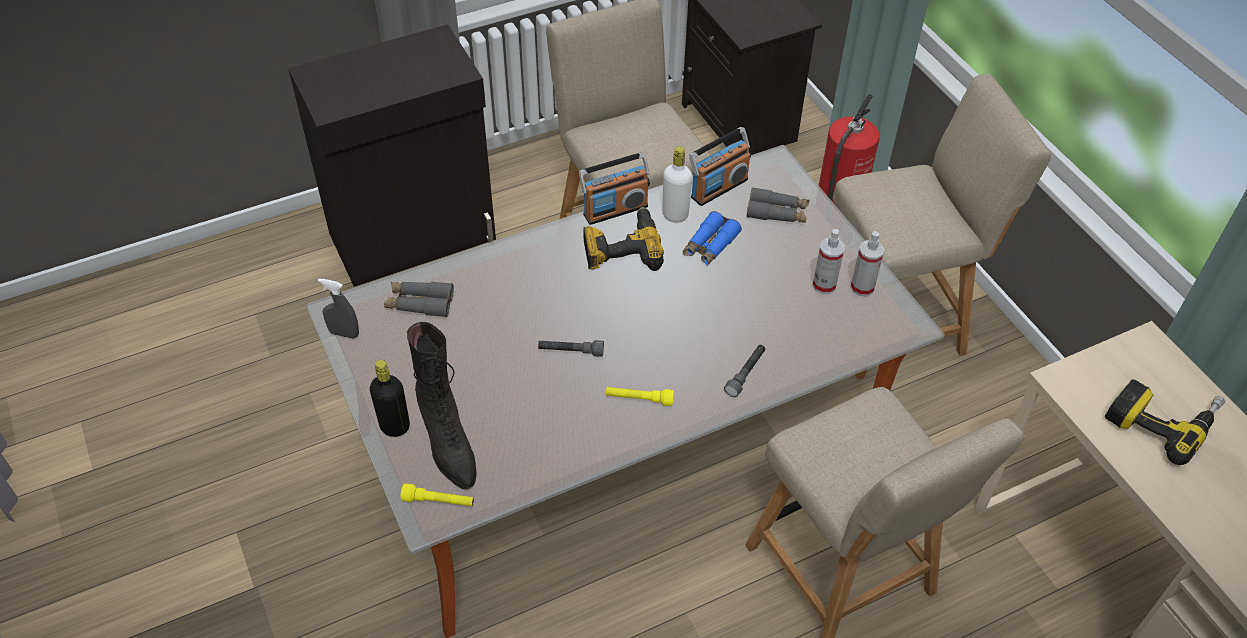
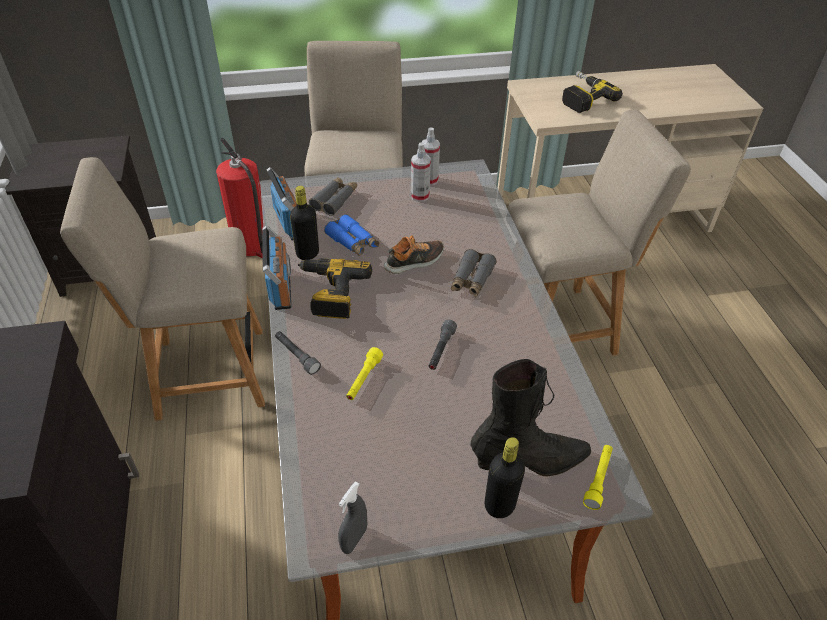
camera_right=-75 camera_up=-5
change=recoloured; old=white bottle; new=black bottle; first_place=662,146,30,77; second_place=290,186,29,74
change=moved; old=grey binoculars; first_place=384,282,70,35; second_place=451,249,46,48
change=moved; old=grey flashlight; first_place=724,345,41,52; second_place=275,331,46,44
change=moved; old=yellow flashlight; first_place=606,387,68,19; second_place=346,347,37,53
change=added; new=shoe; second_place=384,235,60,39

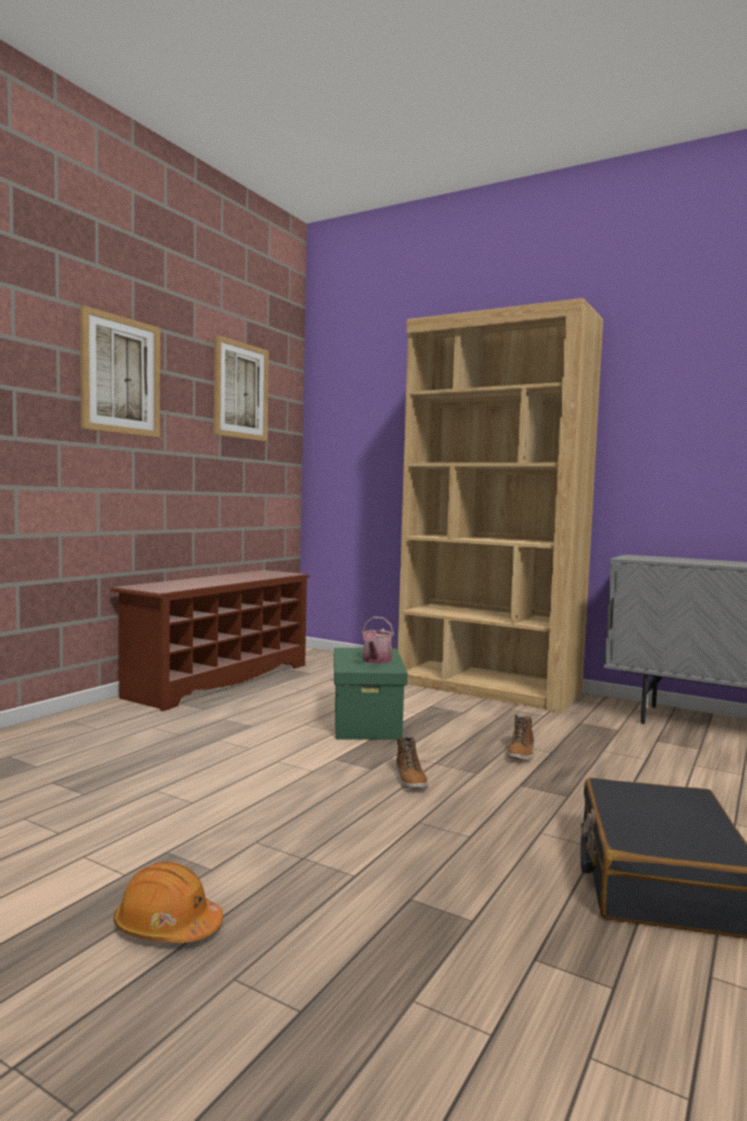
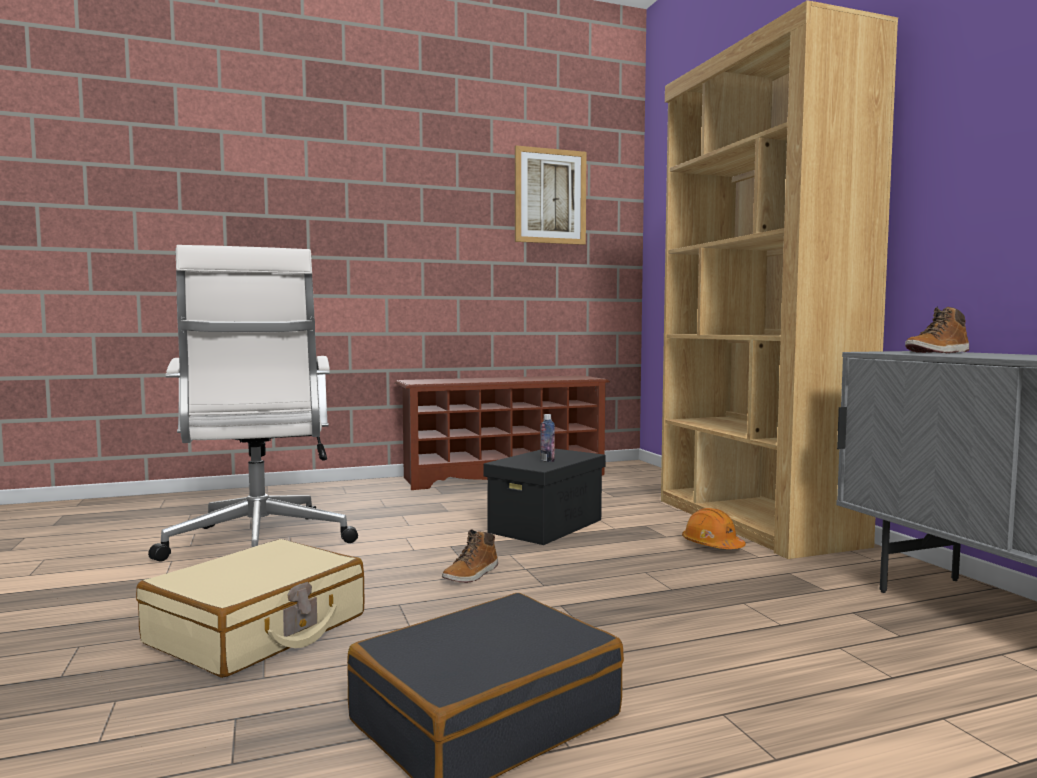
camera_right=40 camera_up=0
change=removed; old=picture; first_place=80,305,80,133
change=replaced; old=watering can; new=bottle; first_place=362,617,32,46; second_place=540,414,15,48
change=recoloured; old=green storage box; new=black storage box; first_place=334,648,74,92; second_place=483,449,123,96
change=moved; old=boot; first_place=507,715,27,46; second_place=905,307,64,46
change=moved; old=orange hard hat; first_place=114,861,109,82; second_place=682,508,64,41
change=added; new=white office chair; second_place=148,245,210,317
change=added; new=beige suitcase; second_place=136,539,229,139

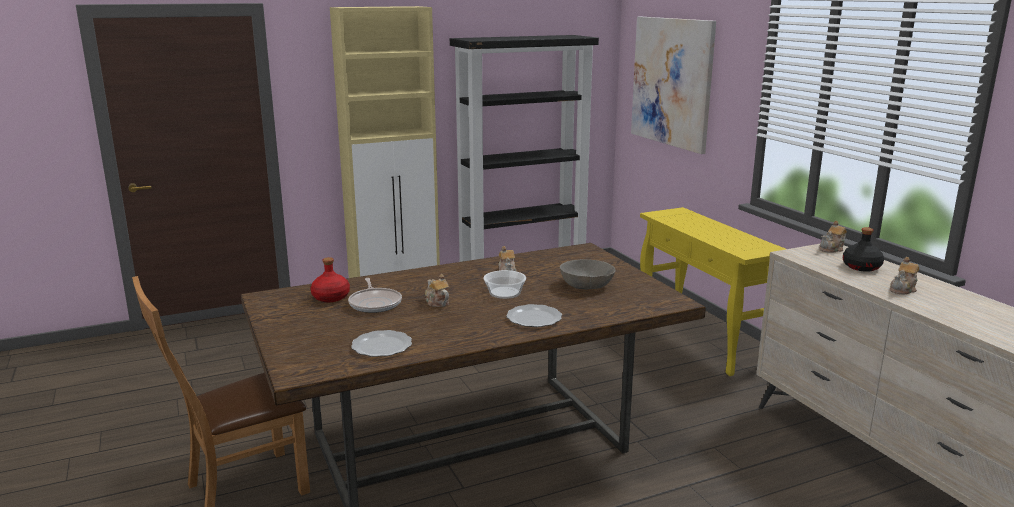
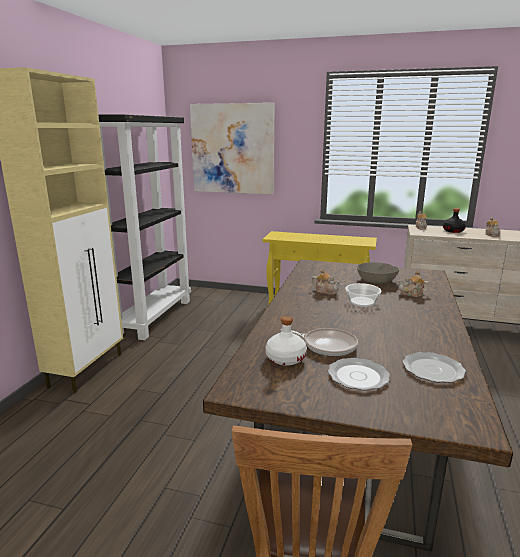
camera_right=-50 camera_up=0
change=recoloured; old=red bottle; new=white bottle; first_place=311,257,39,45; second_place=266,316,41,50
change=moved; old=teapot; first_place=425,274,24,33; second_place=398,271,31,26
change=moved; old=plate; first_place=506,304,56,23; second_place=328,358,62,32

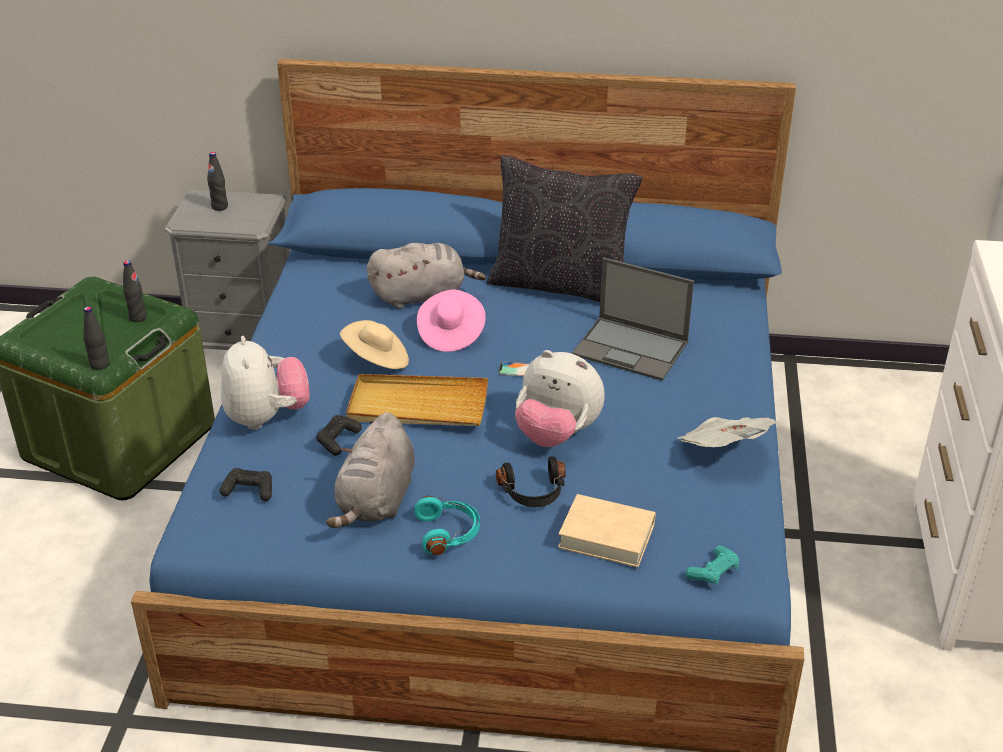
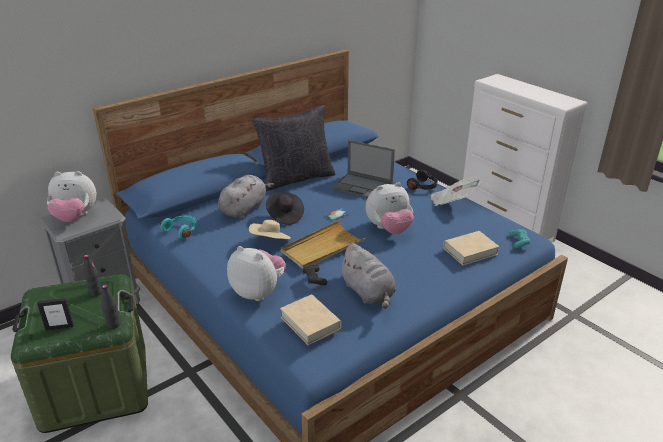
camera_right=-45 camera_up=-5
change=replaced; old=black bottle; new=plush toy; first_place=207,152,21,59; second_place=47,171,50,51
change=turned; old=laptop; first_place=572,257,122,124; second_place=332,140,63,58; degrees=45
change=recoloured; old=pink hat; new=black hat; first_place=417,290,69,62; second_place=266,192,38,33
change=moved; old=black headphones; first_place=496,456,70,51; second_place=407,170,31,20
change=replaced; old=black game controller; new=beige book; first_place=220,468,52,33; second_place=280,295,62,50
change=moved; old=turquoise headphones; first_place=414,496,66,60; second_place=161,215,36,24
change=added; new=picture frame; second_place=37,298,37,33

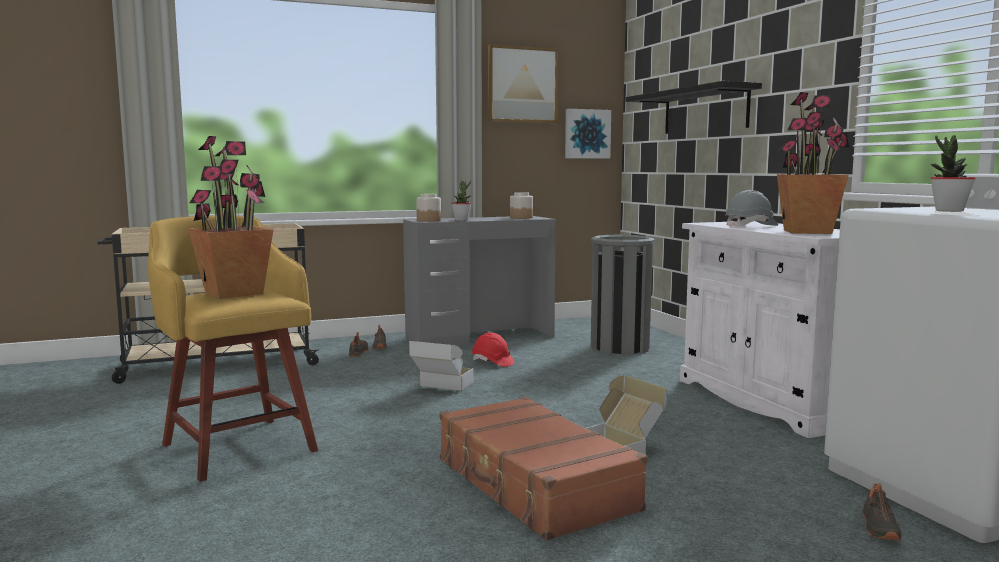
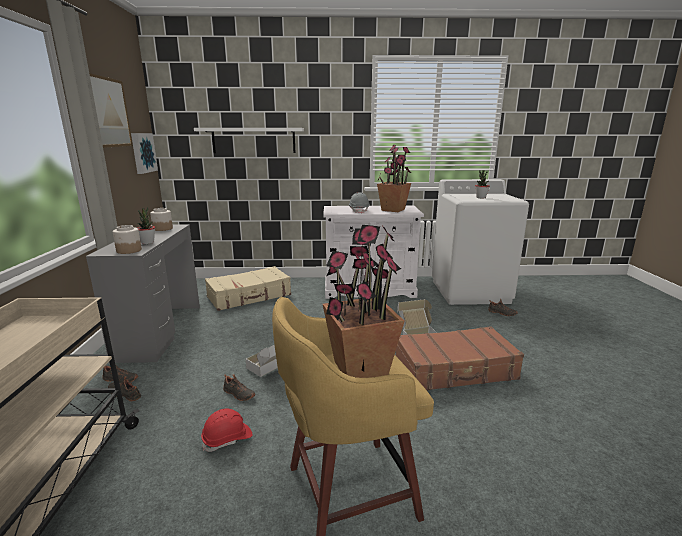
camera_right=-70 camera_up=10
change=recoloured; old=black shelf; new=white shelf; first_place=626,81,136,53; second_place=194,128,110,25
change=replaced; old=grey trash can; new=beige suitcase; first_place=591,235,64,120; second_place=205,266,86,45
change=moved; old=red hard hat; first_place=472,332,42,35; second_place=201,409,51,43
change=added; new=black shoe; second_place=223,374,32,27

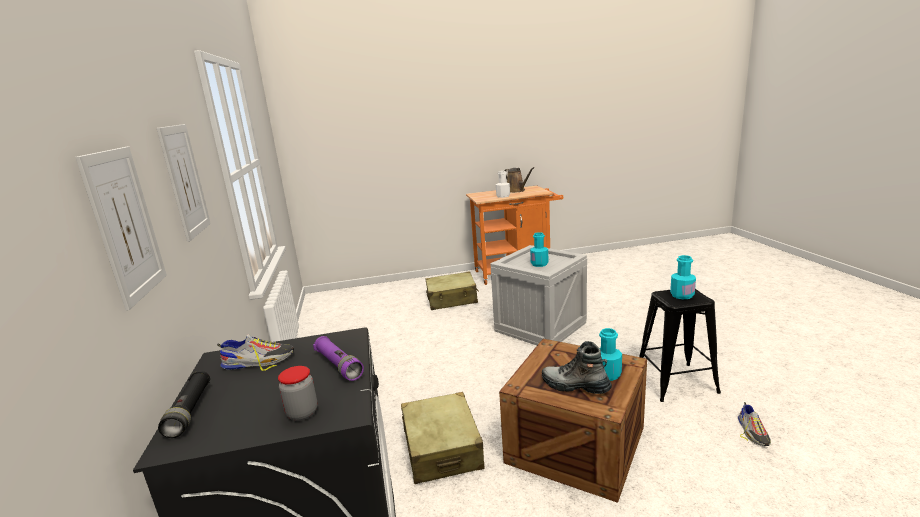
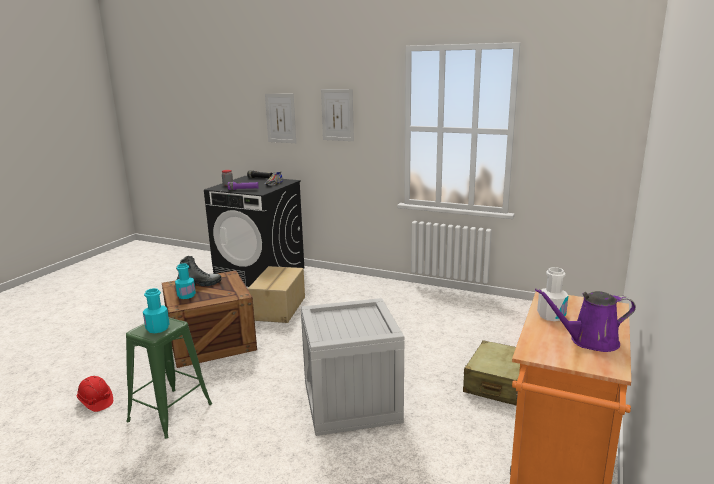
camera_right=125 camera_up=0
change=recoloured; old=brown watering can; new=purple watering can; first_place=504,167,30,26; second_place=535,289,101,63
change=removed; old=turquoise bottle; first_place=530,232,18,35
change=recoloured; old=black stool; new=green stool; first_place=639,289,82,113; second_place=126,317,86,122
change=replaced; old=beige suitcase; new=cardboard box; first_place=401,392,84,92; second_place=248,266,57,57
change=replaced; old=shoe; new=red hard hat; first_place=738,402,33,44; second_place=77,376,36,36

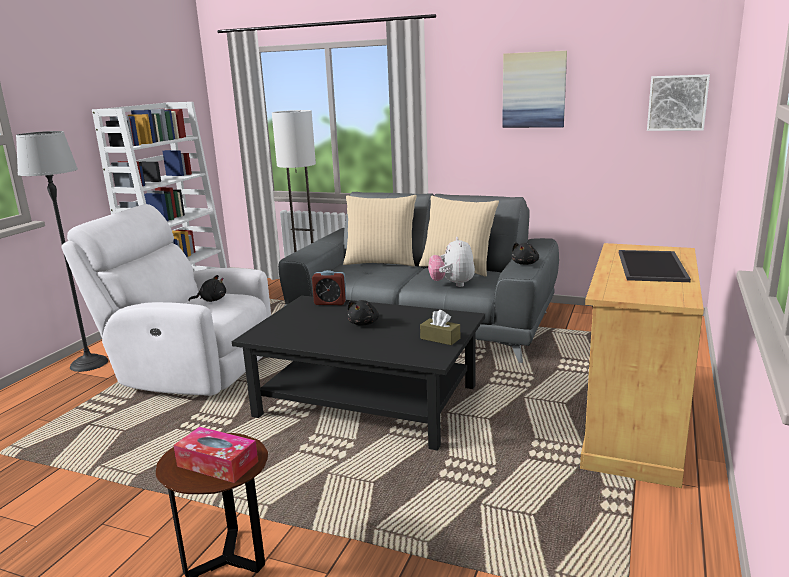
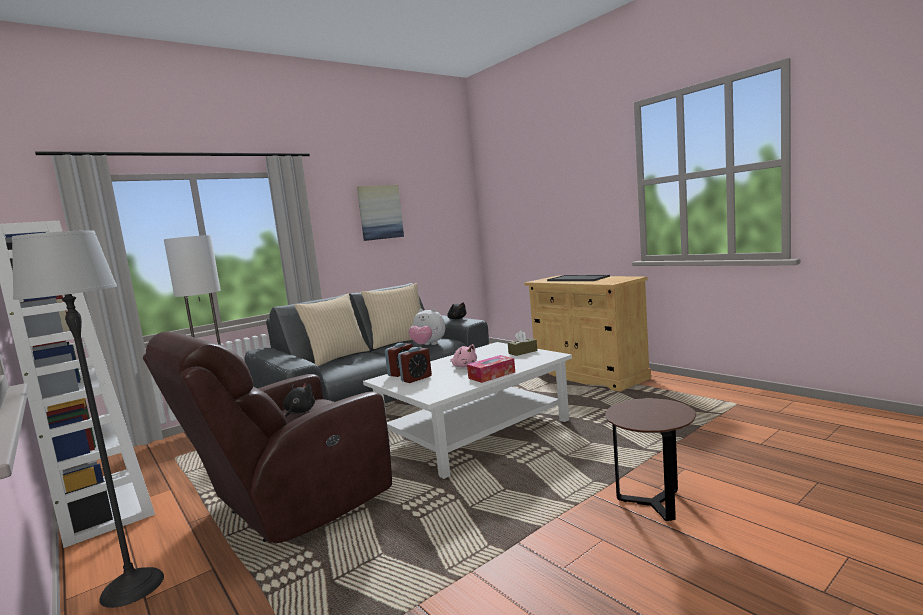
camera_right=-60 camera_up=-10
change=removed; old=picture; first_place=647,74,63,57
change=recoloured; old=white armchair; new=brown armchair; first_place=61,204,210,192; second_place=143,331,249,213
change=recoloured; old=black coffee table; new=white coffee table; first_place=232,295,253,156; second_place=363,342,209,137
change=recoloured; old=black plush toy; new=pink plush toy; first_place=347,300,32,26; second_place=450,344,27,23
change=moved; old=tissue box; first_place=174,427,84,56; second_place=467,355,48,28
change=added; new=alarm clock; second_place=398,347,34,36

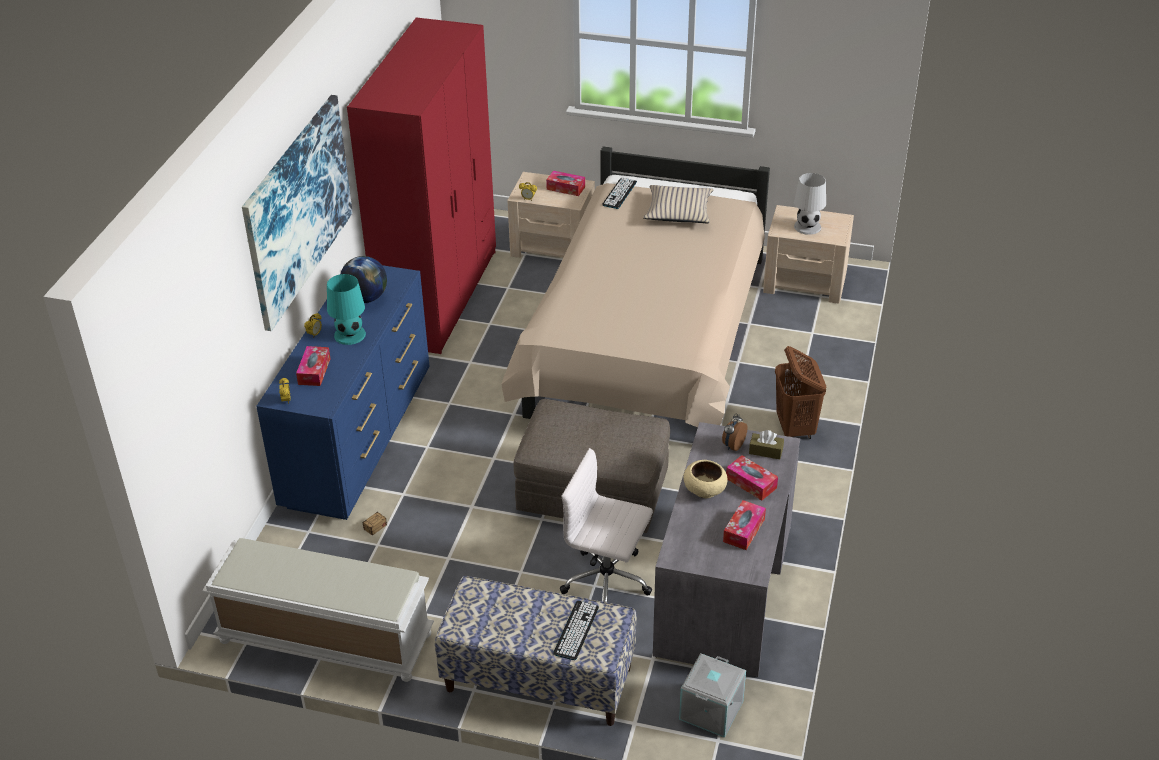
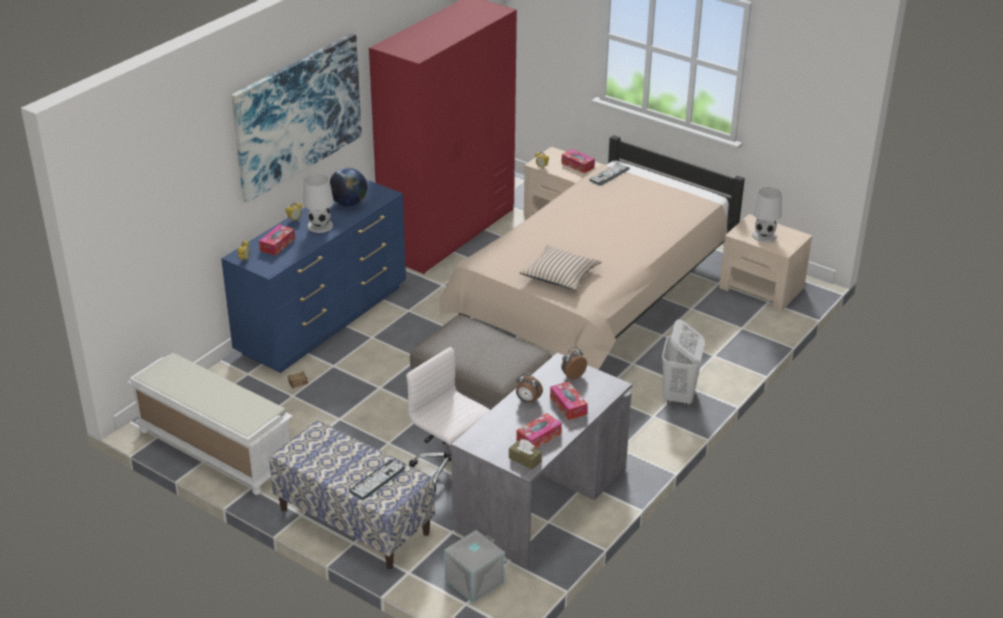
camera_right=20 camera_up=-5
change=moved; old=beige pillow; first_place=643,185,70,38; second_place=519,246,82,45
change=recoloured; old=turquoise table lamp; new=white table lamp; first_place=327,274,39,71; second_place=303,174,31,59
change=recoloured; old=brown laundry basket; new=white laundry basket; first_place=775,346,51,93; second_place=662,319,43,88
change=moved; old=brown tissue box; first_place=749,430,35,29; second_place=509,439,33,31
change=replaced; old=beige bowl; new=alarm clock; first_place=683,460,45,38; second_place=516,373,27,30

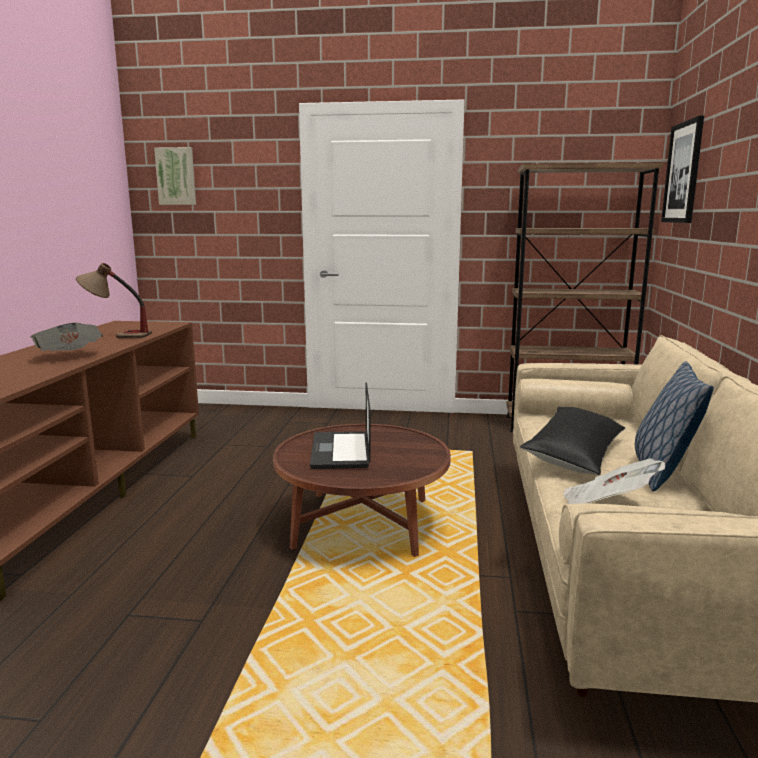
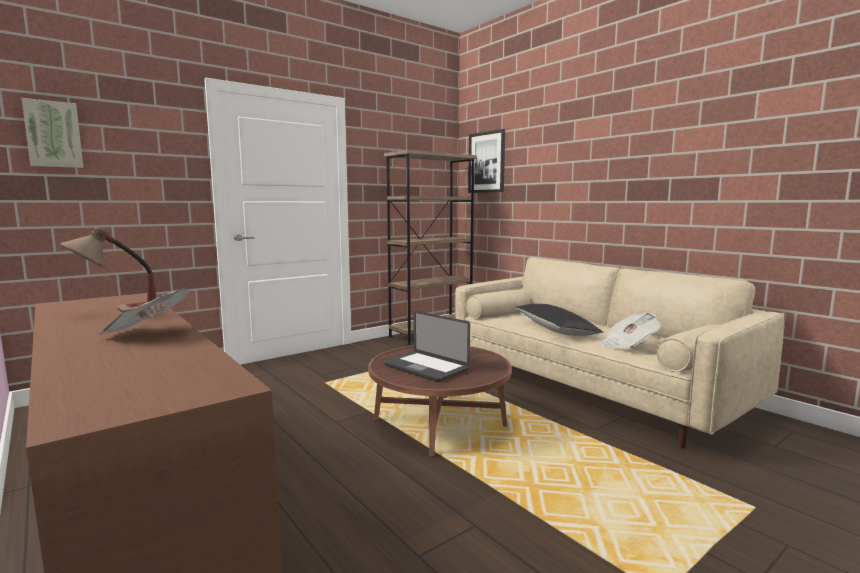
camera_right=-45 camera_up=-5
change=removed; old=pillow; first_place=635,361,79,131

